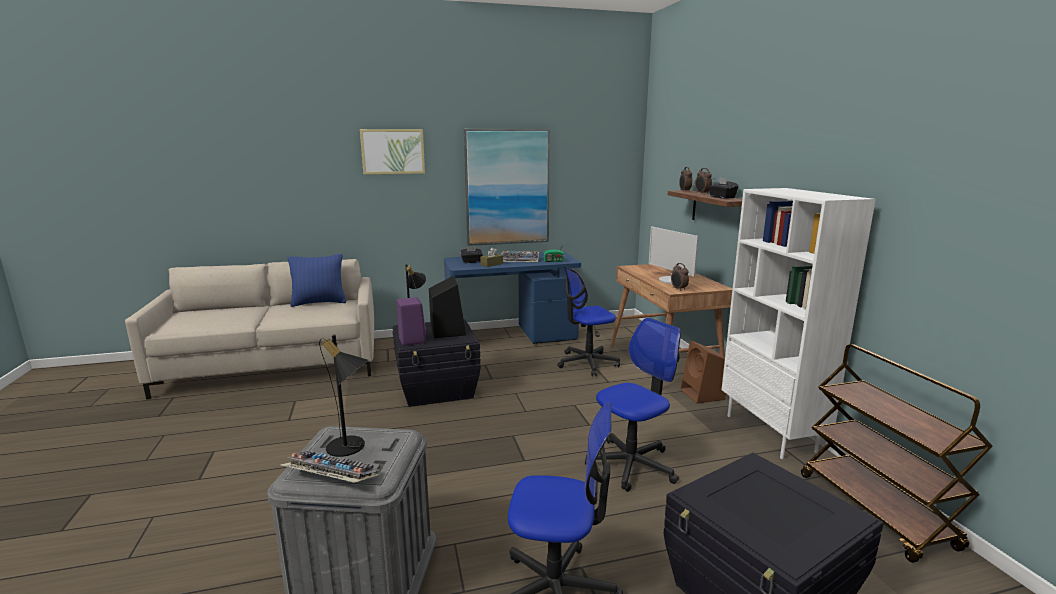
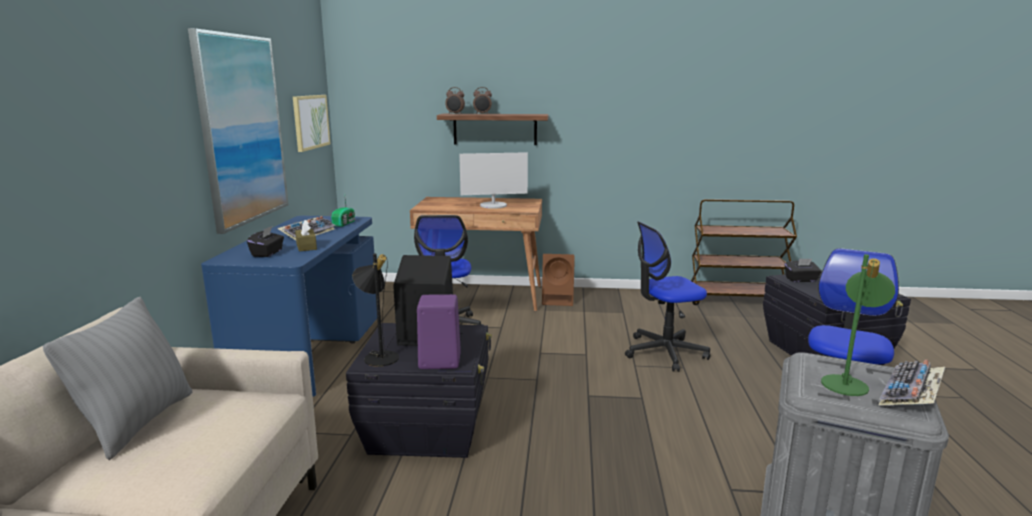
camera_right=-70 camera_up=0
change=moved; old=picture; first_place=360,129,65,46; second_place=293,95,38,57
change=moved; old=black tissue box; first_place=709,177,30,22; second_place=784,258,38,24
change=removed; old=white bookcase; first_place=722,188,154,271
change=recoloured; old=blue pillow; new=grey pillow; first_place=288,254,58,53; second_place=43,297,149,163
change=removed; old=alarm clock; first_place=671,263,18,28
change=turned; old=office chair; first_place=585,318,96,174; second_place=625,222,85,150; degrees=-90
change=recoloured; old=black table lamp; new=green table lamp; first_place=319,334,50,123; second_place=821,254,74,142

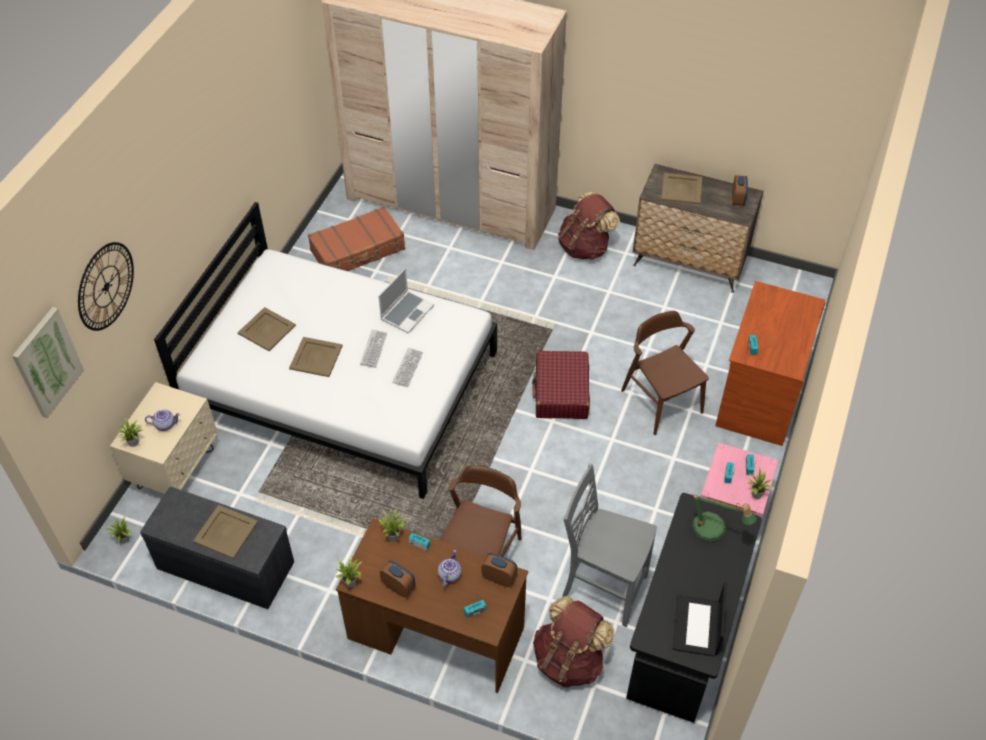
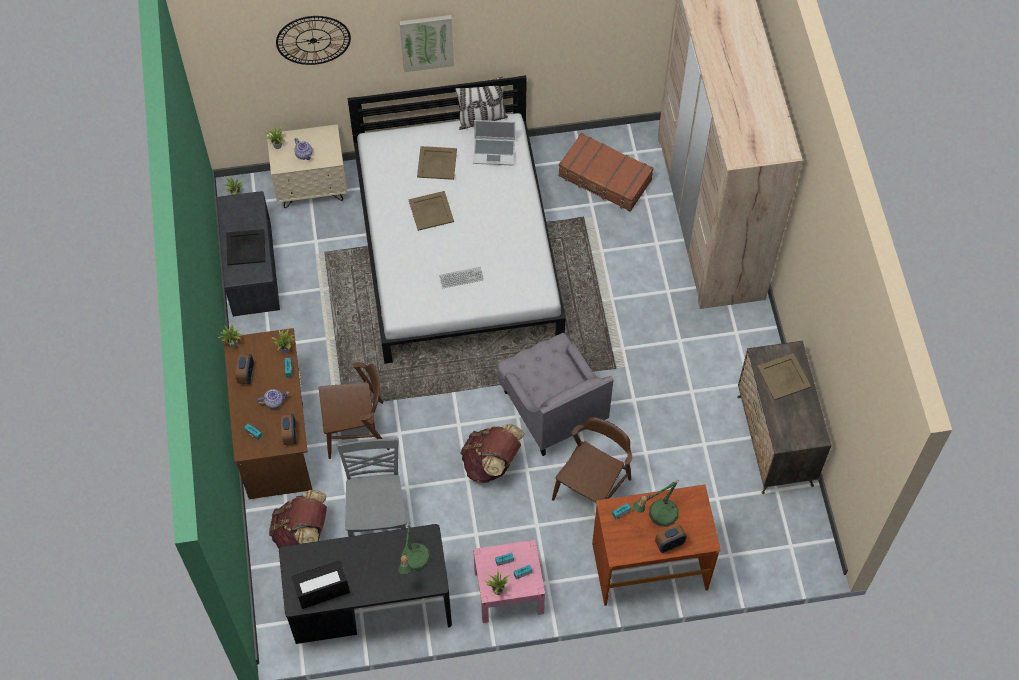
camera_right=60 camera_up=10
change=moved; old=alarm clock; first_place=732,175,16,31; second_place=655,525,32,28
change=moved; old=brown backpack; first_place=558,192,62,68; second_place=460,424,64,59
change=moved; old=laptop; first_place=378,268,56,66; second_place=473,120,42,46
change=moved; old=picture; first_place=12,307,72,111; second_place=400,15,54,57
change=removed; old=keyboard; first_place=360,329,27,39
change=replaced; old=red suitcase; new=grey armchair; first_place=532,351,58,68; second_place=497,333,116,123
change=recoloured; old=beige tray; new=black tray; first_place=193,505,65,54; second_place=226,229,39,36
change=added; new=pillow; second_place=455,76,53,54
change=added; new=table lamp; second_place=633,481,46,46

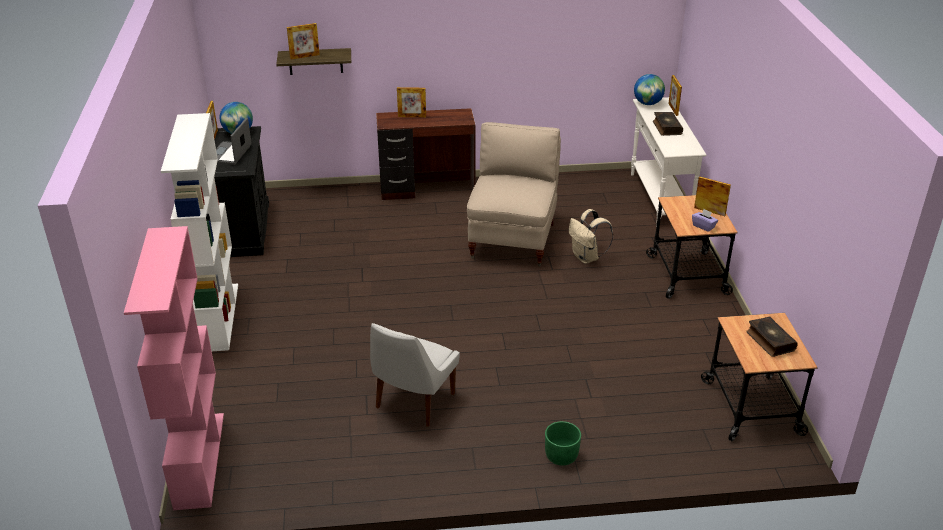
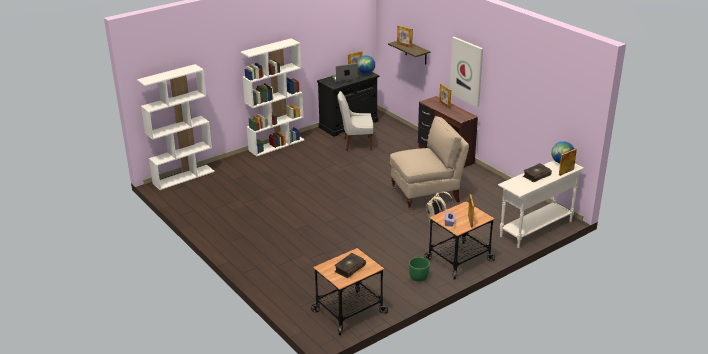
camera_right=60 camera_up=-5
change=recoloured; old=pink bookcase; new=white bookcase; first_place=124,226,100,284; second_place=137,64,78,126
change=moved; old=white chair; first_place=370,323,90,104; second_place=338,91,35,60
change=moved; old=green planter; first_place=545,421,36,45; second_place=409,257,21,25
change=added; new=picture; second_place=450,37,33,70

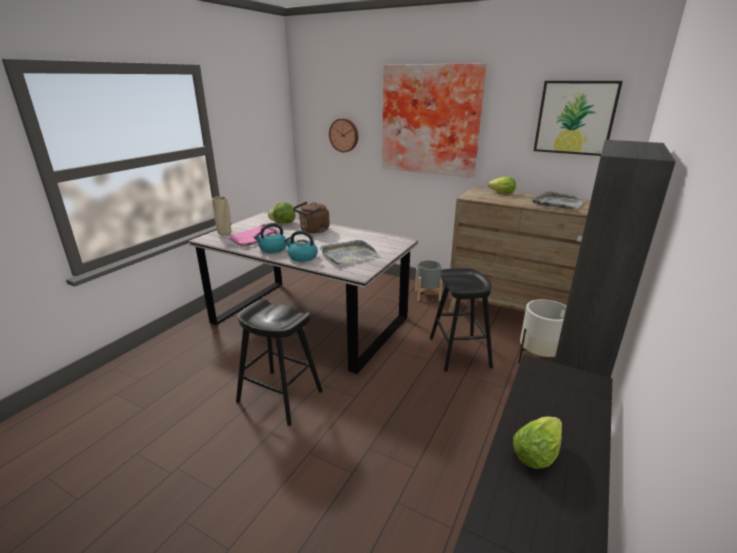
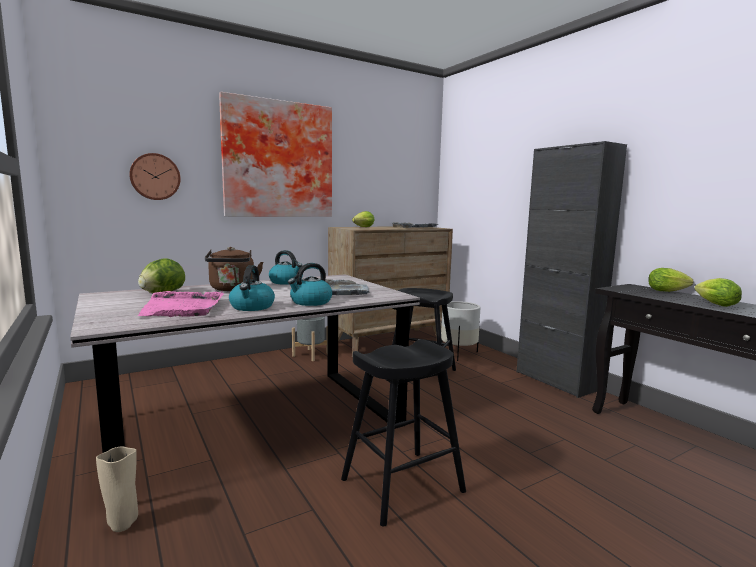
camera_right=-60 camera_up=-15
change=removed; old=picture; first_place=534,81,89,75
change=moved; old=beige vase; first_place=212,197,19,38; second_place=96,446,42,86
change=added; new=kettle; second_place=269,250,34,35
change=added; new=lettuce; second_place=648,268,46,24

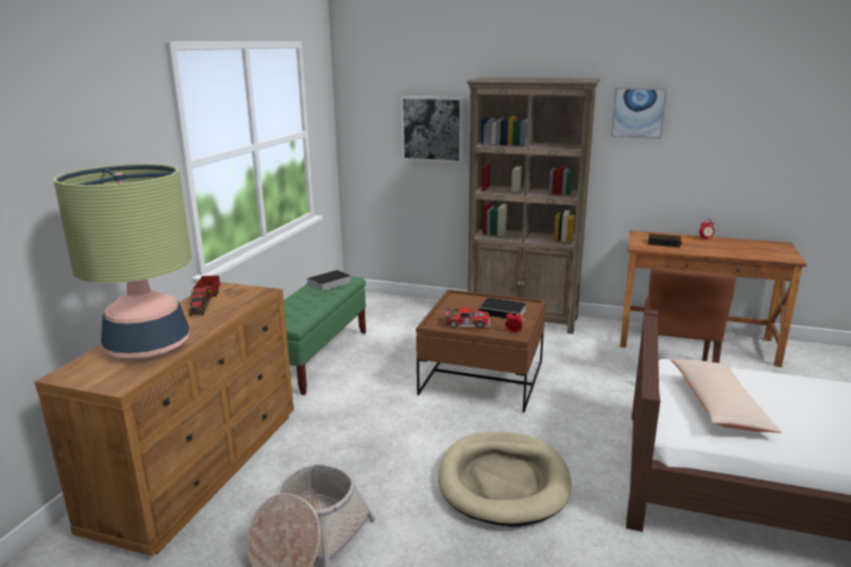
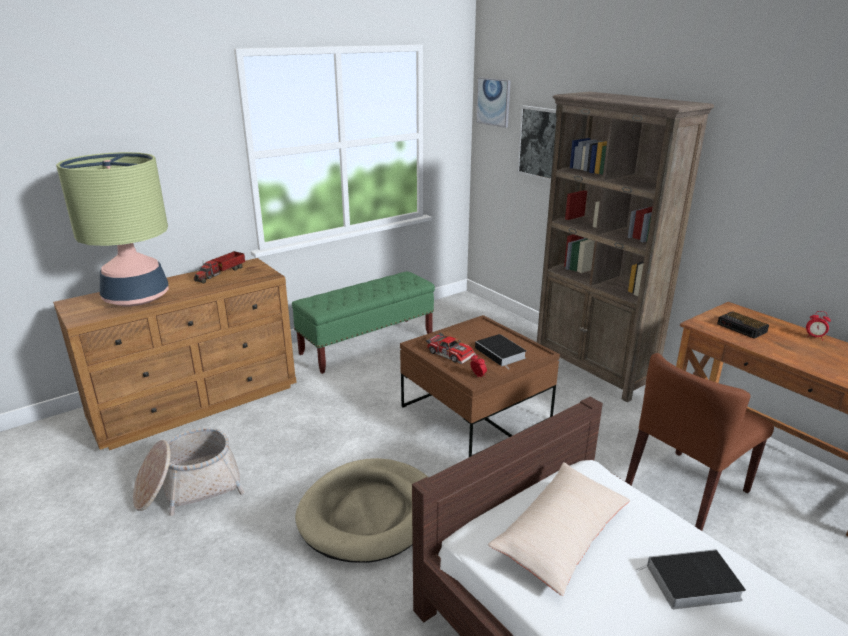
camera_right=35 camera_up=5
change=moved; old=picture; first_place=611,88,56,51; second_place=476,77,35,51
change=moved; old=book; first_place=303,270,48,21; second_place=636,549,110,60

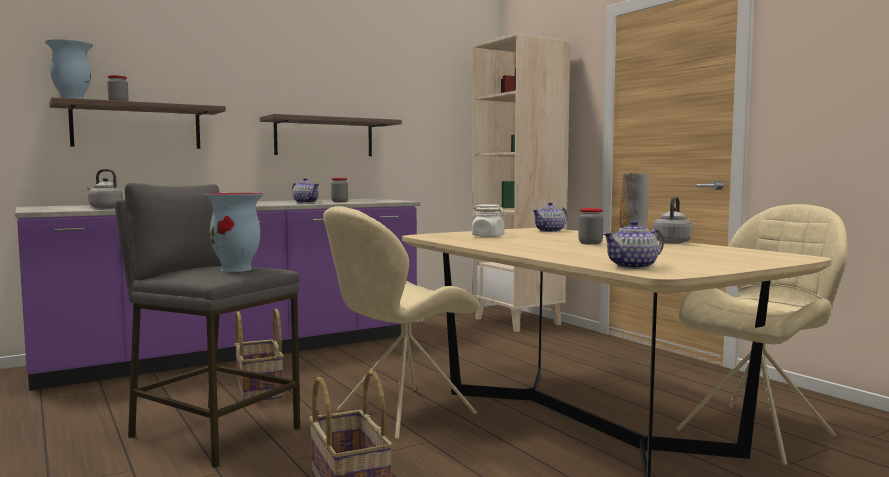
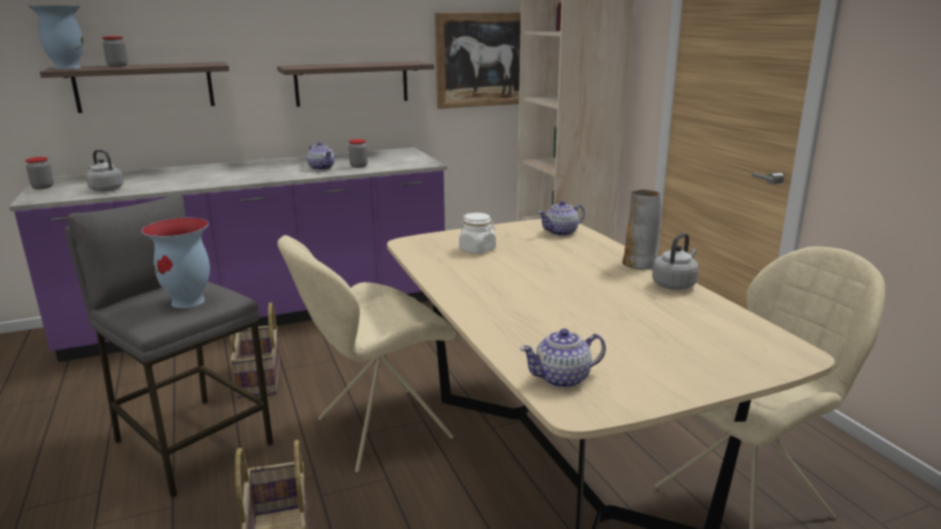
camera_right=10 camera_up=15
change=moved; old=jar; first_place=578,208,26,37; second_place=25,157,29,32
change=added; new=picture; second_place=435,12,86,97

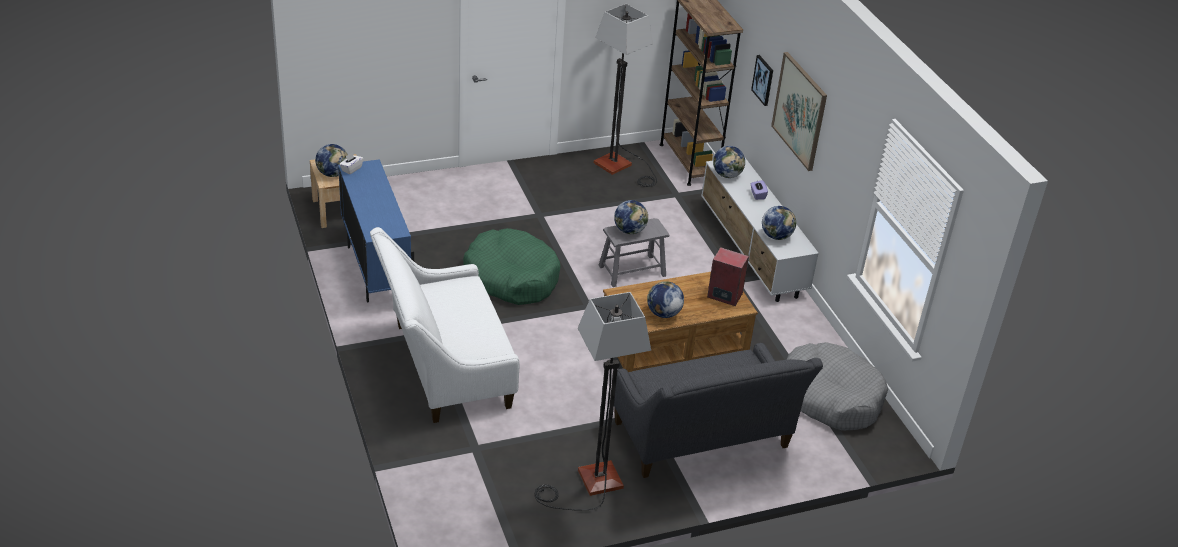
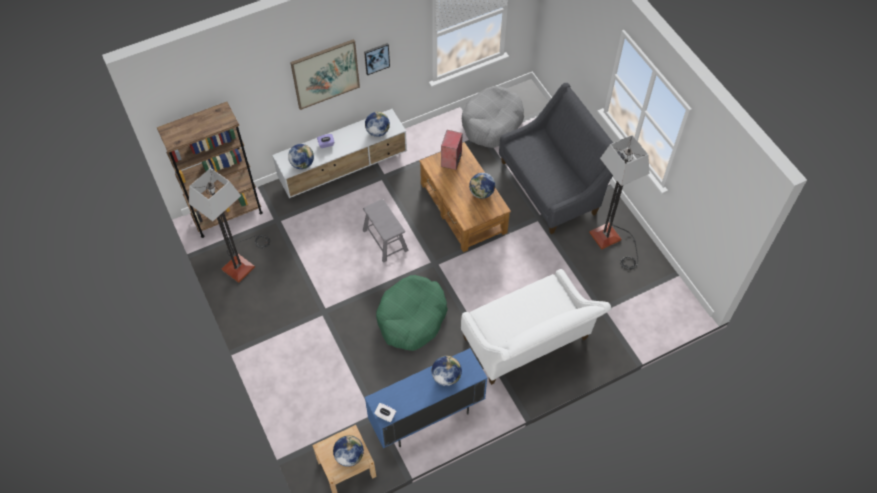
camera_right=-95 camera_up=20
change=moved; old=picture; first_place=751,55,22,51; second_place=364,43,26,32
change=moved; old=globe; first_place=614,200,34,34; second_place=432,356,30,30

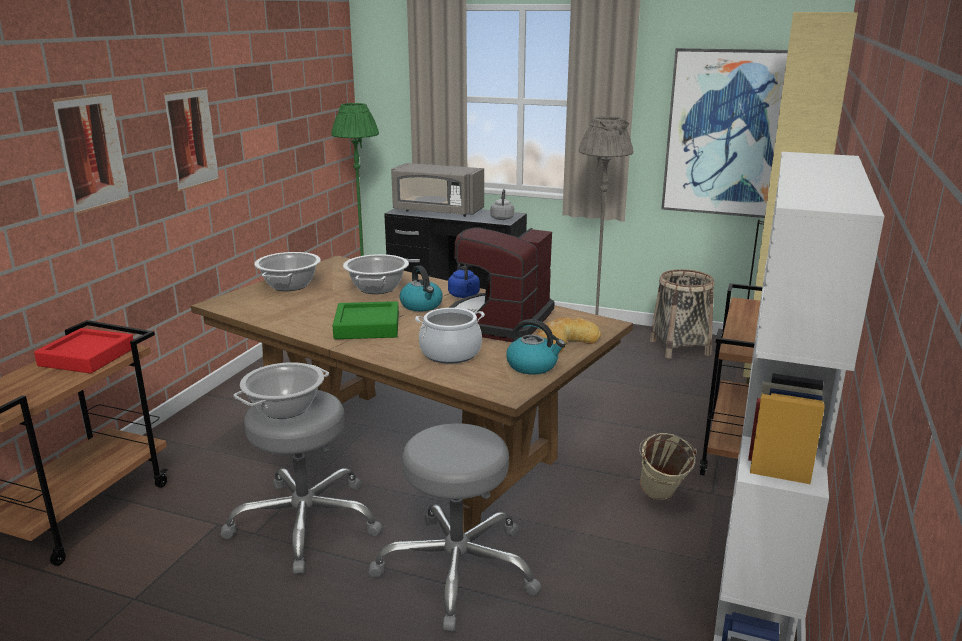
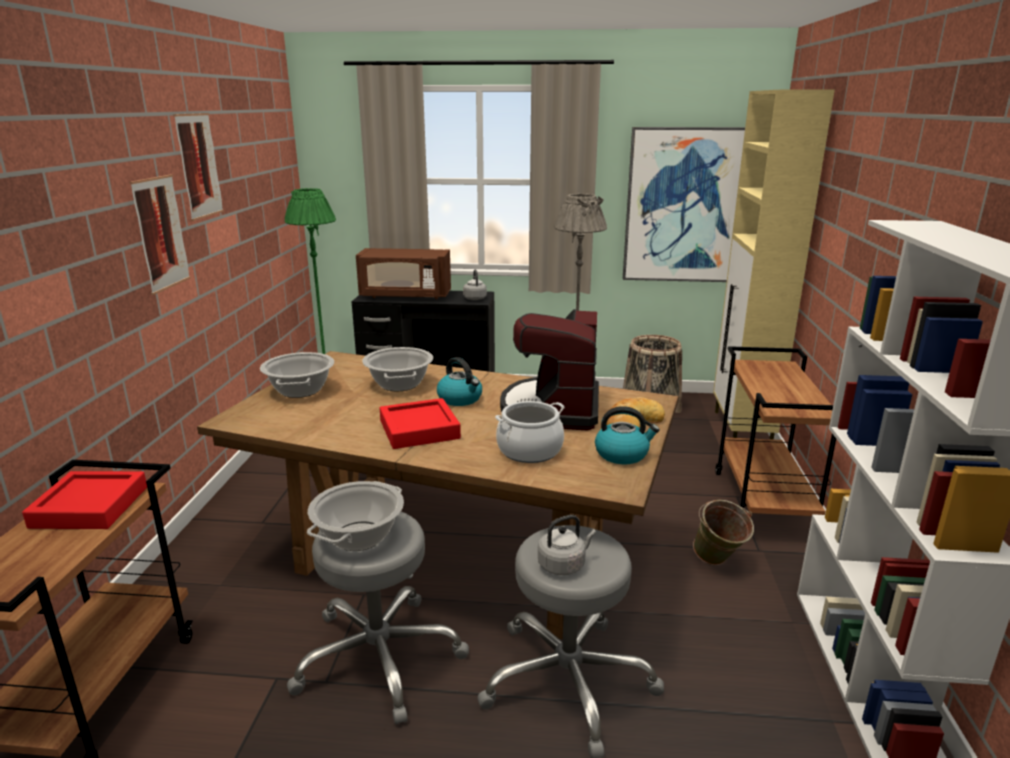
camera_right=-15 camera_up=0
change=moved; old=picture; first_place=52,92,78,122; second_place=173,113,51,108
change=recoloured; old=grey microwave; new=brown microwave; first_place=391,163,93,54; second_place=356,248,95,51
change=removed; old=blue kettle; first_place=448,263,32,35
change=recoloured; old=green tray; new=red tray; first_place=333,301,66,38; second_place=380,398,81,51
change=recoloured; old=beige bucket; new=green bucket; first_place=639,433,58,67; second_place=693,500,61,65
change=added; new=grey kettle; second_place=538,515,58,60

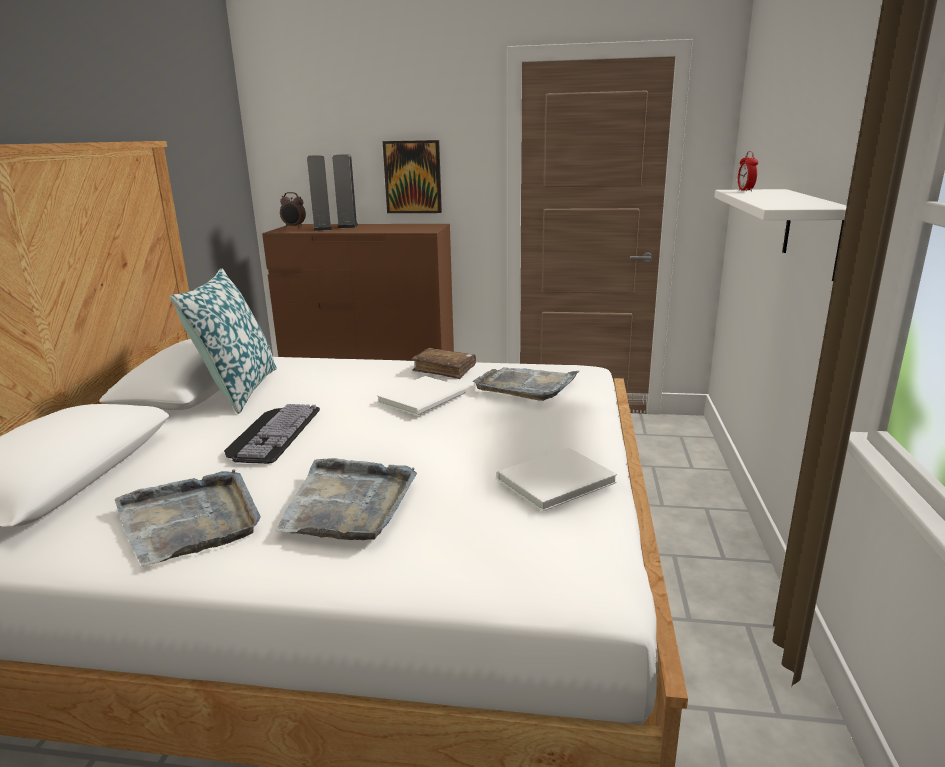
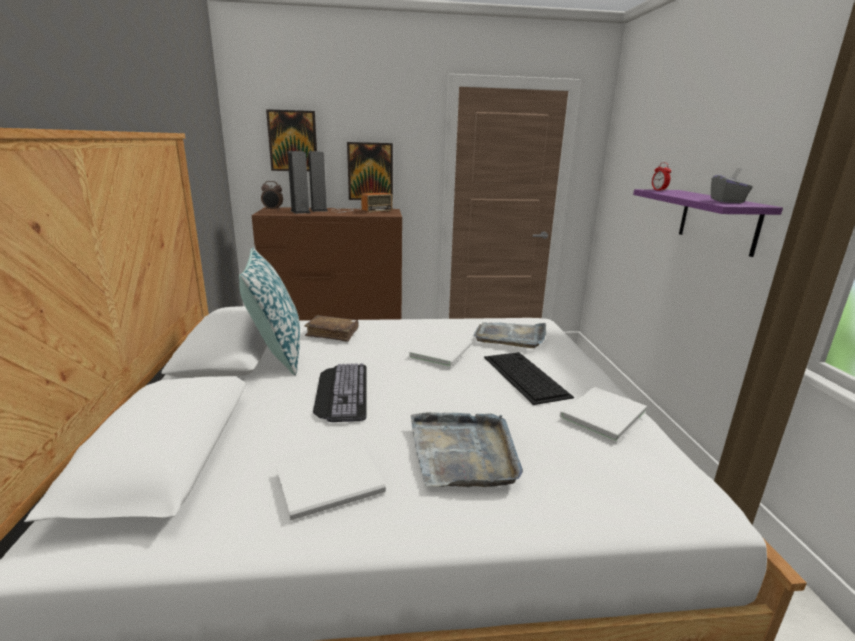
camera_right=-15 camera_up=0
change=recoloured; old=white shelf; new=purple shelf; first_place=715,189,132,92; second_place=633,189,150,68
change=moved; old=brown book; first_place=412,348,64,31; second_place=304,315,55,27
change=replaced; old=grey tray; new=white book; first_place=115,469,146,97; second_place=276,444,110,77
change=added; new=picture; second_place=266,109,51,62
change=added; new=grey tissue box; second_place=711,168,42,35
change=added; new=radio; second_place=331,193,62,19
change=added; new=keyboard; second_place=484,352,90,53

